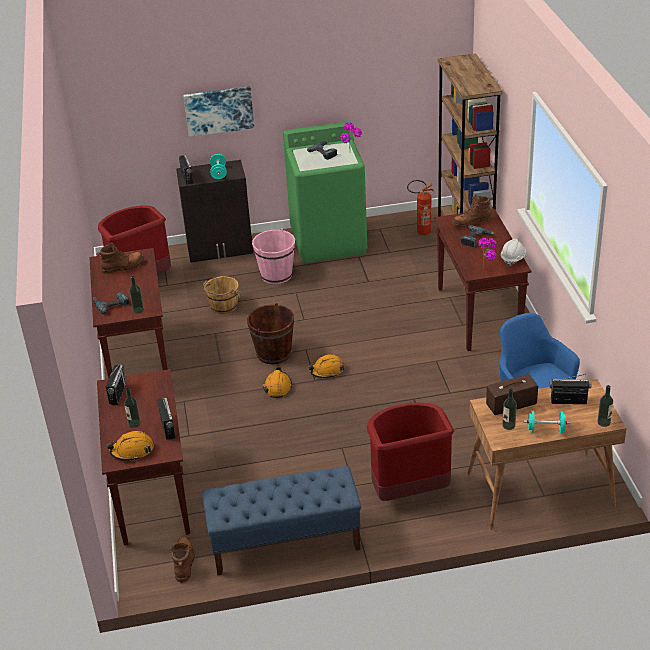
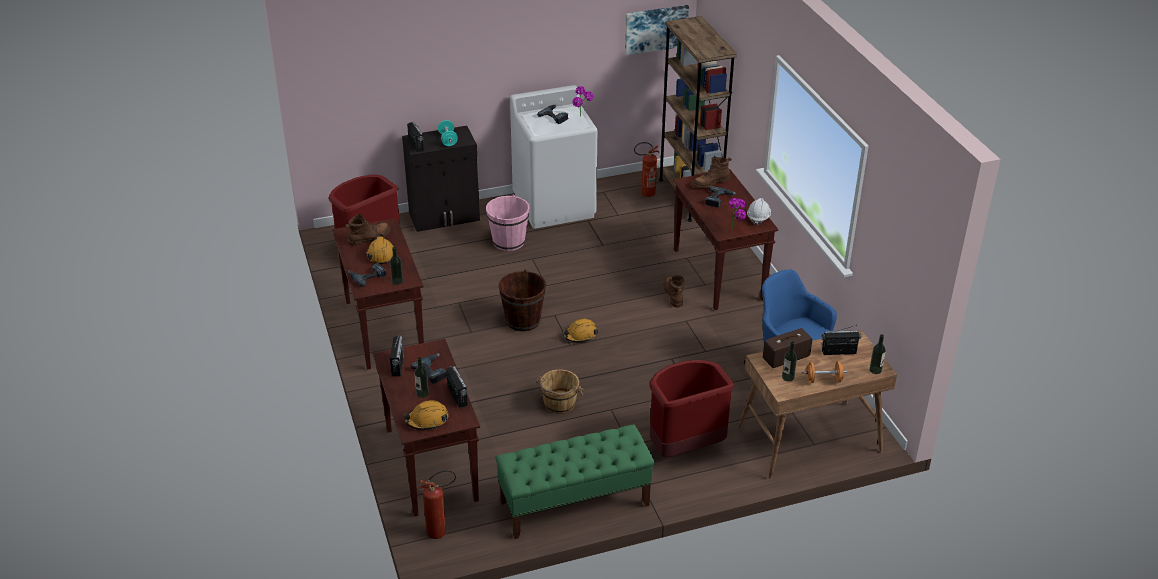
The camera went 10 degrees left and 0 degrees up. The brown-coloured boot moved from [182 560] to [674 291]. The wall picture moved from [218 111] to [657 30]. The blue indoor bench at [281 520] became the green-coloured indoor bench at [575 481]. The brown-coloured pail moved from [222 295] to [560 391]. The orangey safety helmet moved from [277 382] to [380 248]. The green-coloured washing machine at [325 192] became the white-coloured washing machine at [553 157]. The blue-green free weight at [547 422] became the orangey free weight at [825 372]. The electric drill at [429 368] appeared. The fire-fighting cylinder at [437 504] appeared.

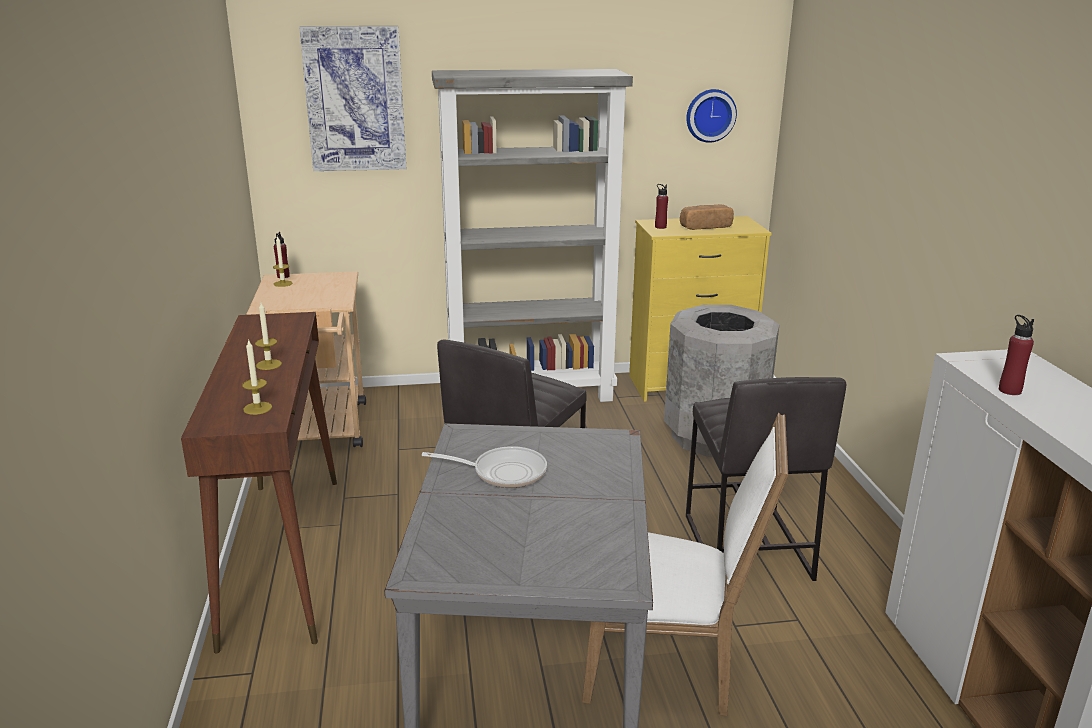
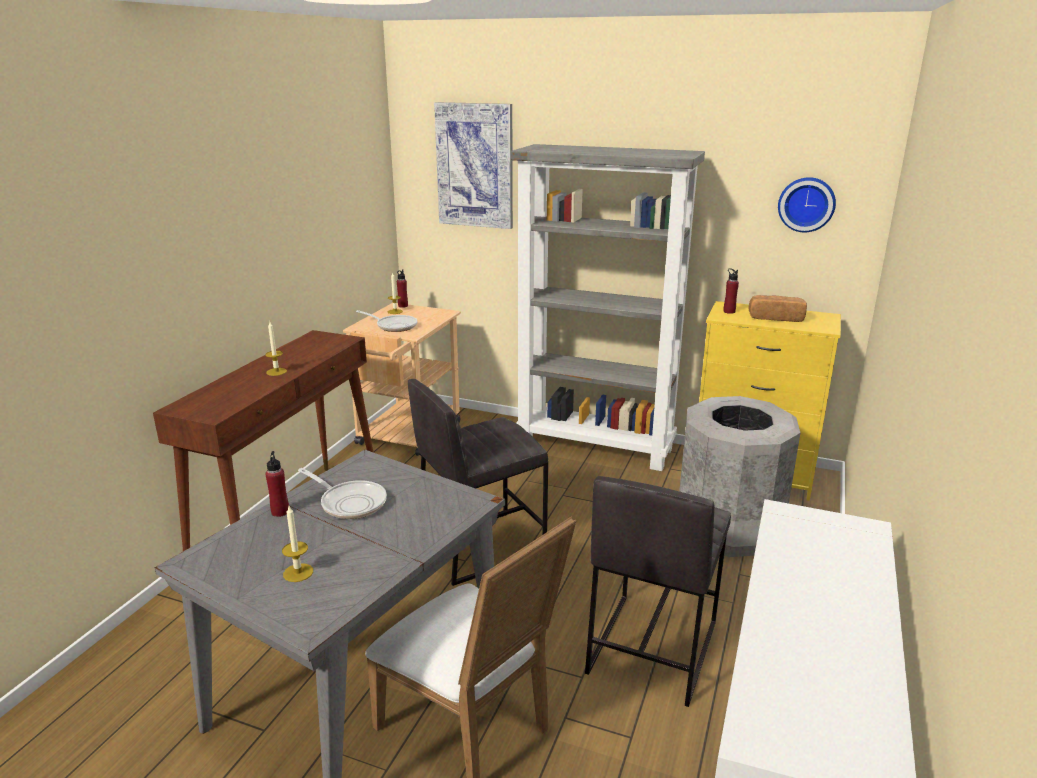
The camera went 30 degrees right and 0 degrees up. The wax candle moved from [257 377] to [297 544]. The red bottle moved from [1016 355] to [277 484]. The pan at [387 321] appeared.

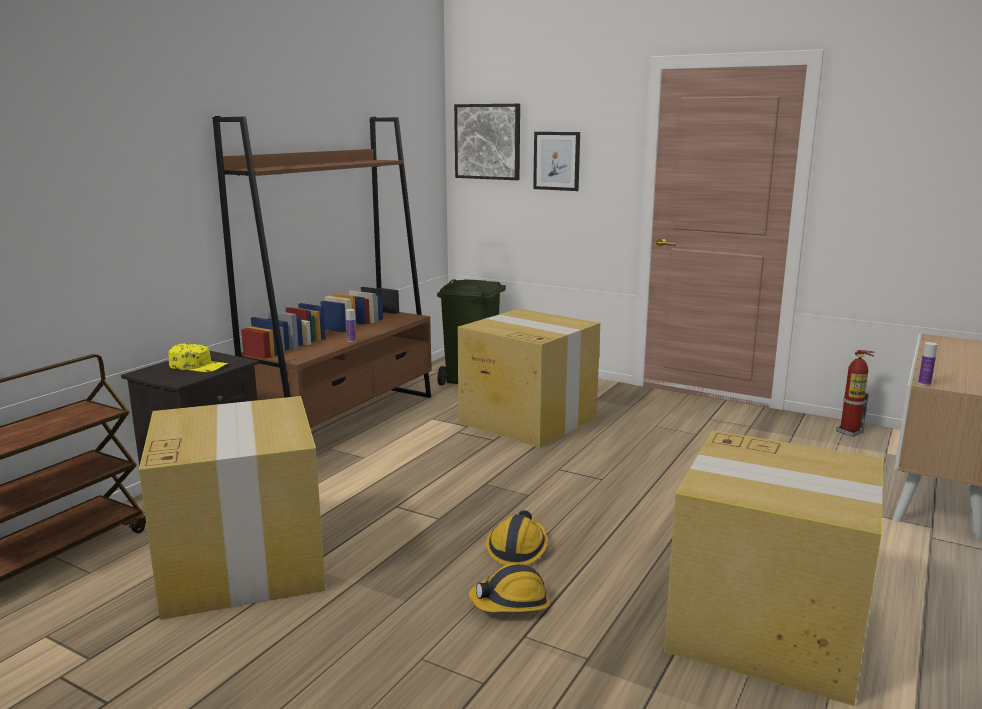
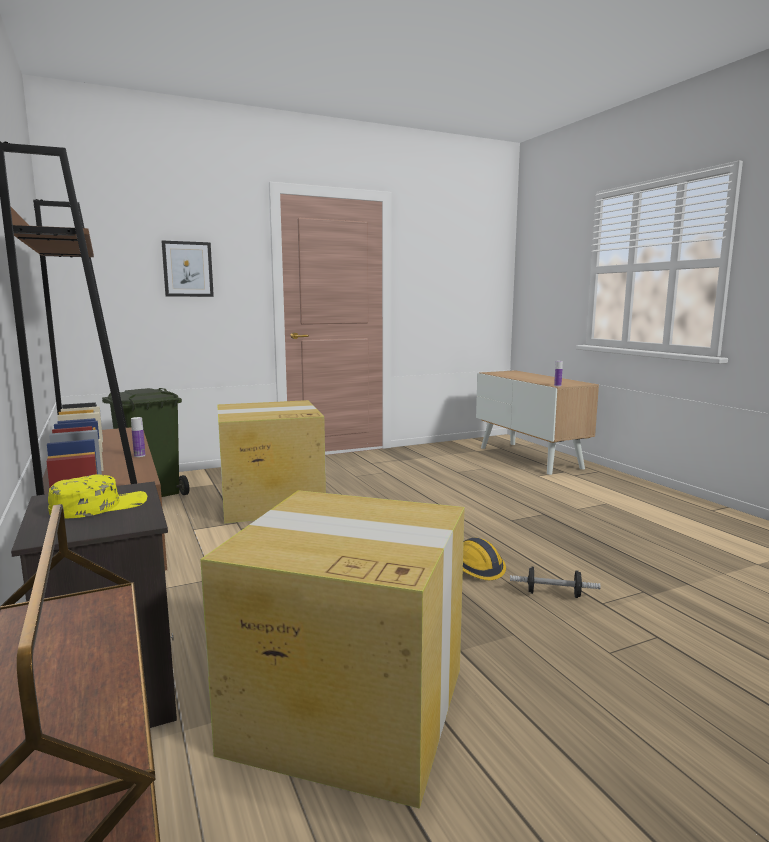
The camera went 55 degrees left and 5 degrees down. The wall picture at [487 142] disappeared. The safety helmet at [509 587] was replaced by the free weight at [555 582]. The packing box at [773 568] disappeared. The fire-fighting cylinder at [855 393] disappeared.

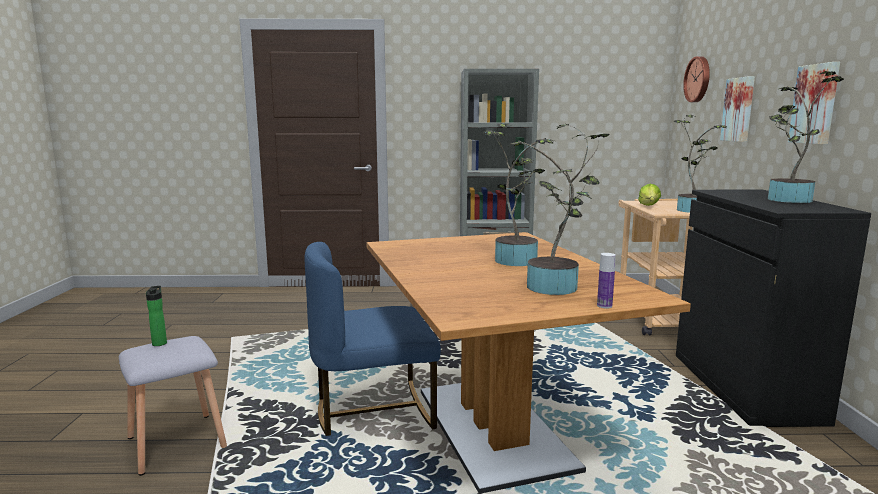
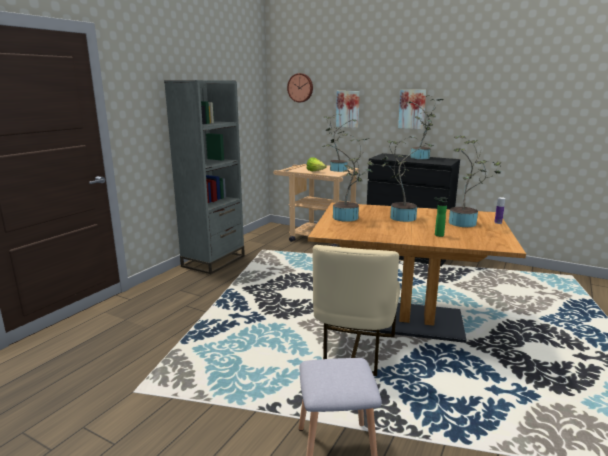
The camera went 60 degrees left and 5 degrees up. The bottle moved from [156 316] to [441 217]. The blue chair at [373 339] became the beige-coloured chair at [356 310]. The houseplant at [348 177] appeared.

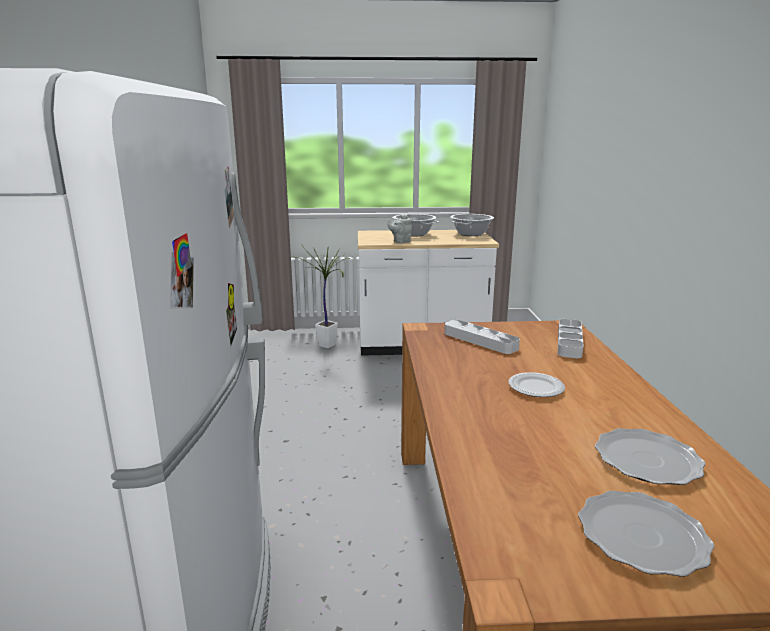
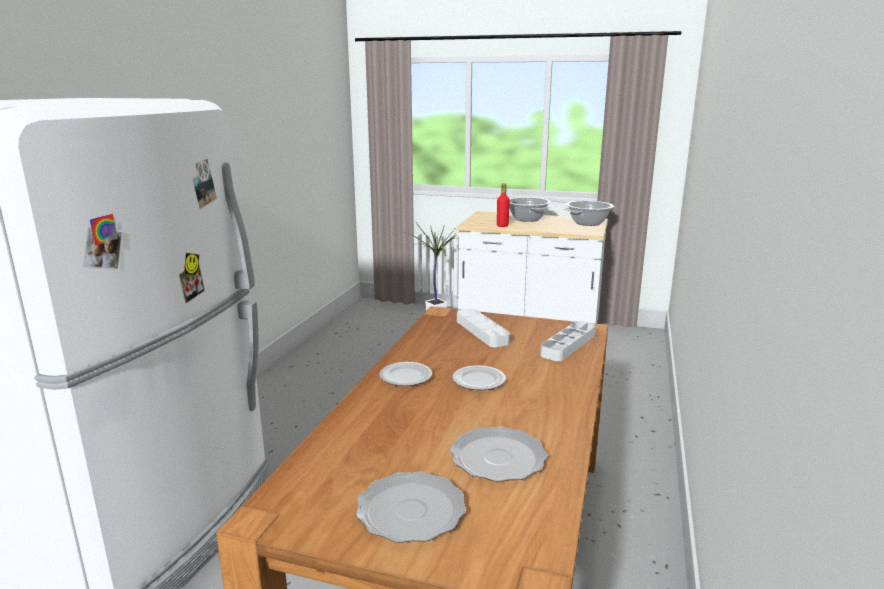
The camera went 20 degrees right and 0 degrees up. The grey pot for tea at [400 228] was replaced by the red bottle at [503 205]. The plate at [406 374] appeared.

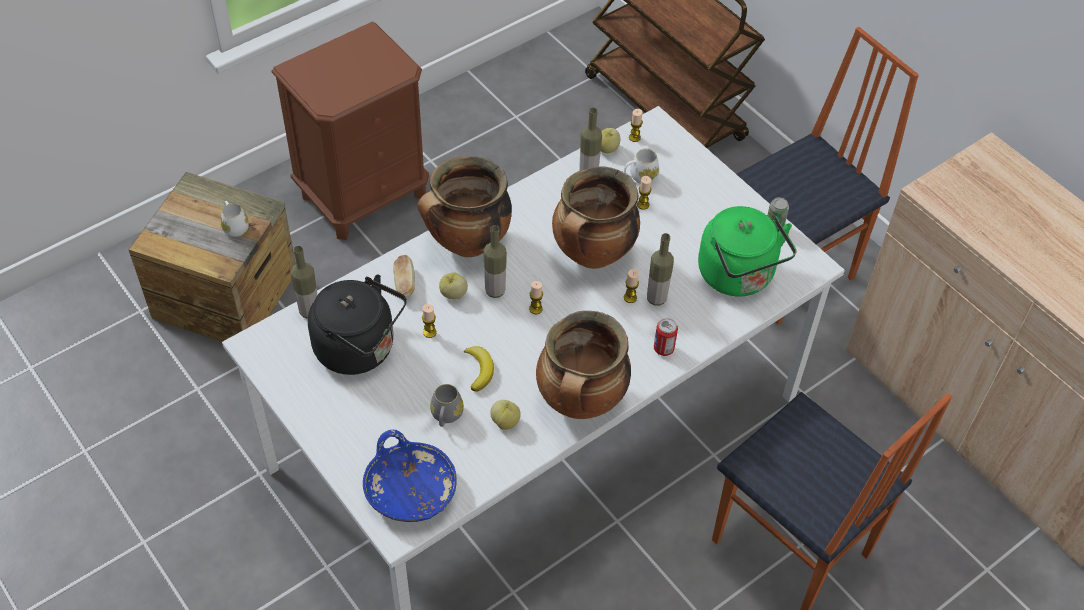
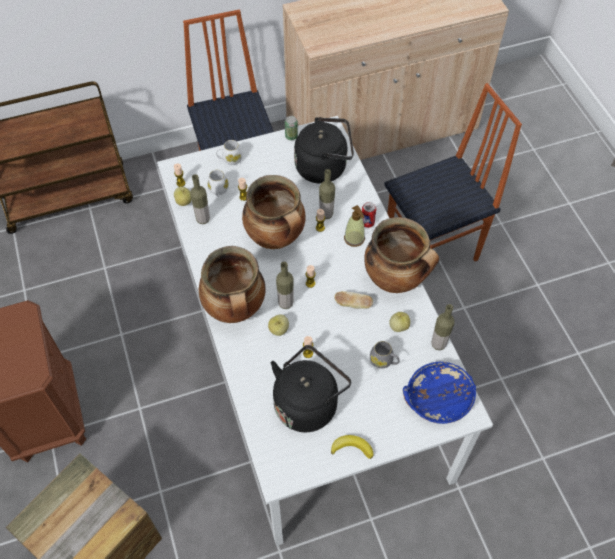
The camera went 70 degrees left and 5 degrees up. The white-coloured tea mug moved from [235 219] to [229 152]. The bottle moved from [304 282] to [442 327]. The baked bread moved from [404 276] to [353 300]. The whole banana moved from [479 369] to [352 447]. The green-coloured tea kettle at [747 251] became the blackish tea kettle at [324 150]. The soap dispenser at [354 226] appeared.

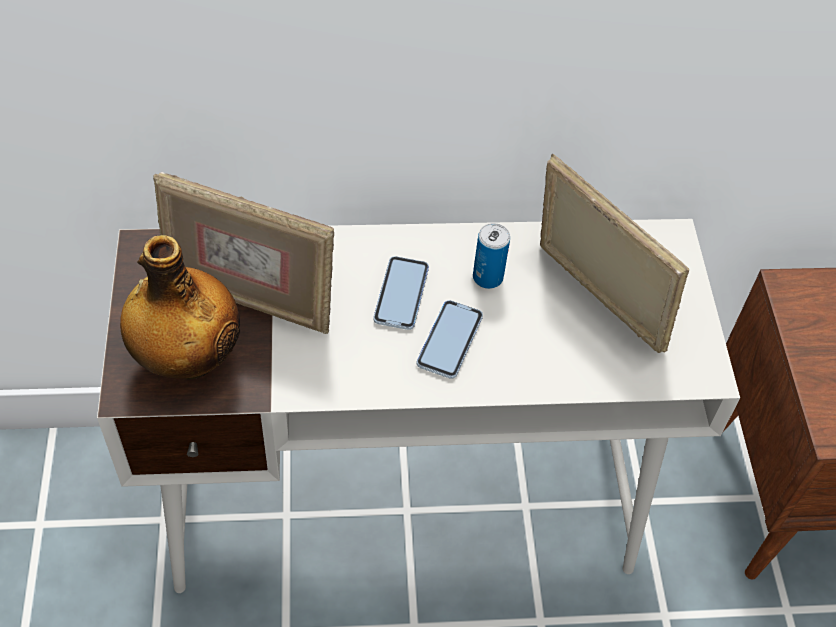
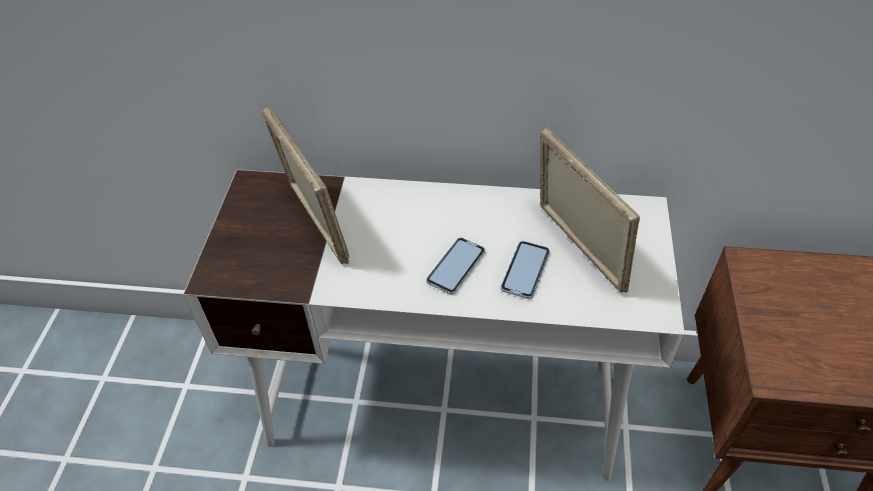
The camera went 15 degrees right and 5 degrees down. The bottle at [180 307] disappeared. The standing frame at [243 252] turned 150 degrees counterclockwise. The handset moved from [401 293] to [525 270]. The sealed can at [491 256] disappeared.

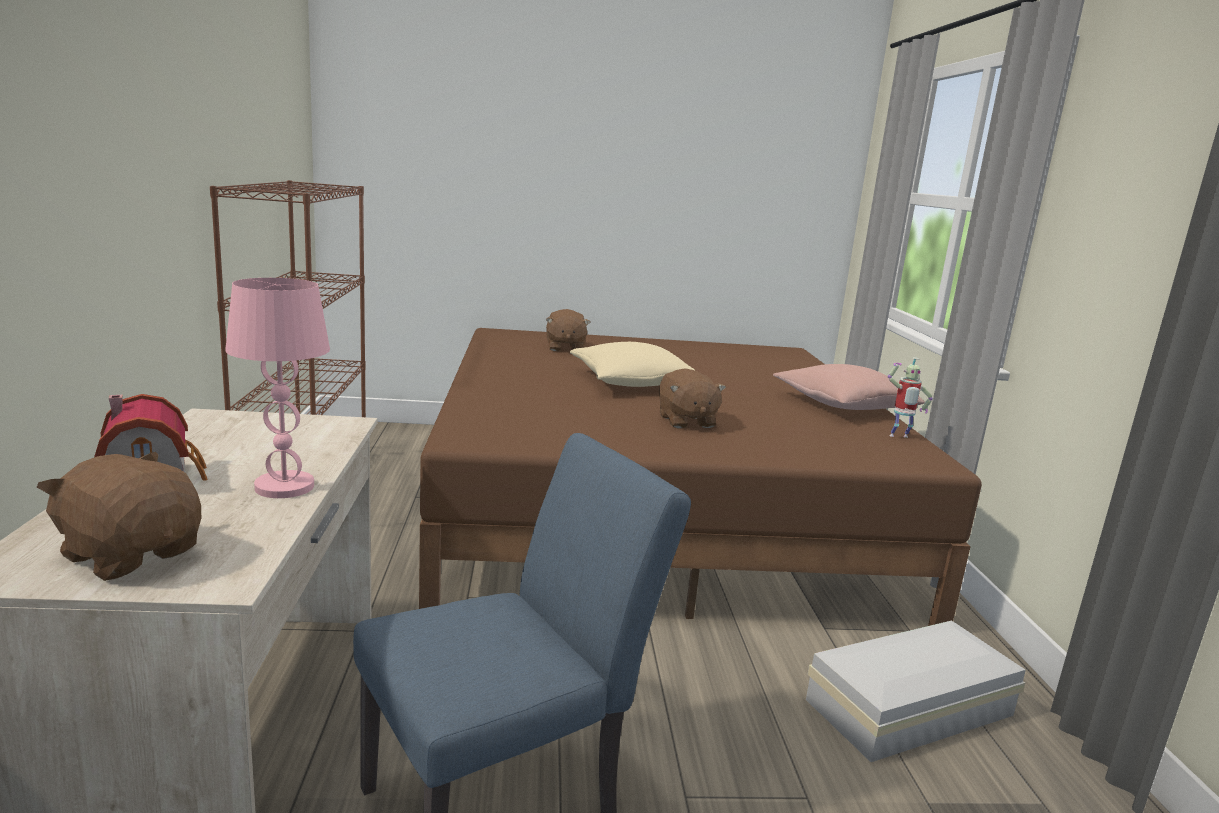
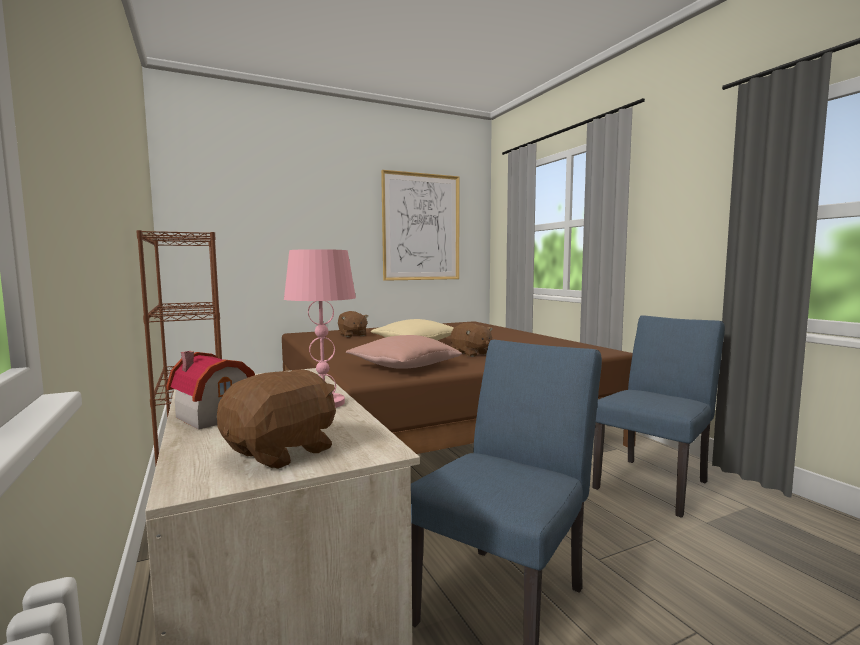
The camera went 20 degrees left and 10 degrees down. The brown-coloured soft toy at [119 516] turned 120 degrees clockwise. The pink-coloured pillow moved from [849 387] to [404 352]. The white-coloured storage container at [916 691] was replaced by the blue chair at [658 416]. The toy robot at [910 397] disappeared. The wall picture at [420 225] appeared.

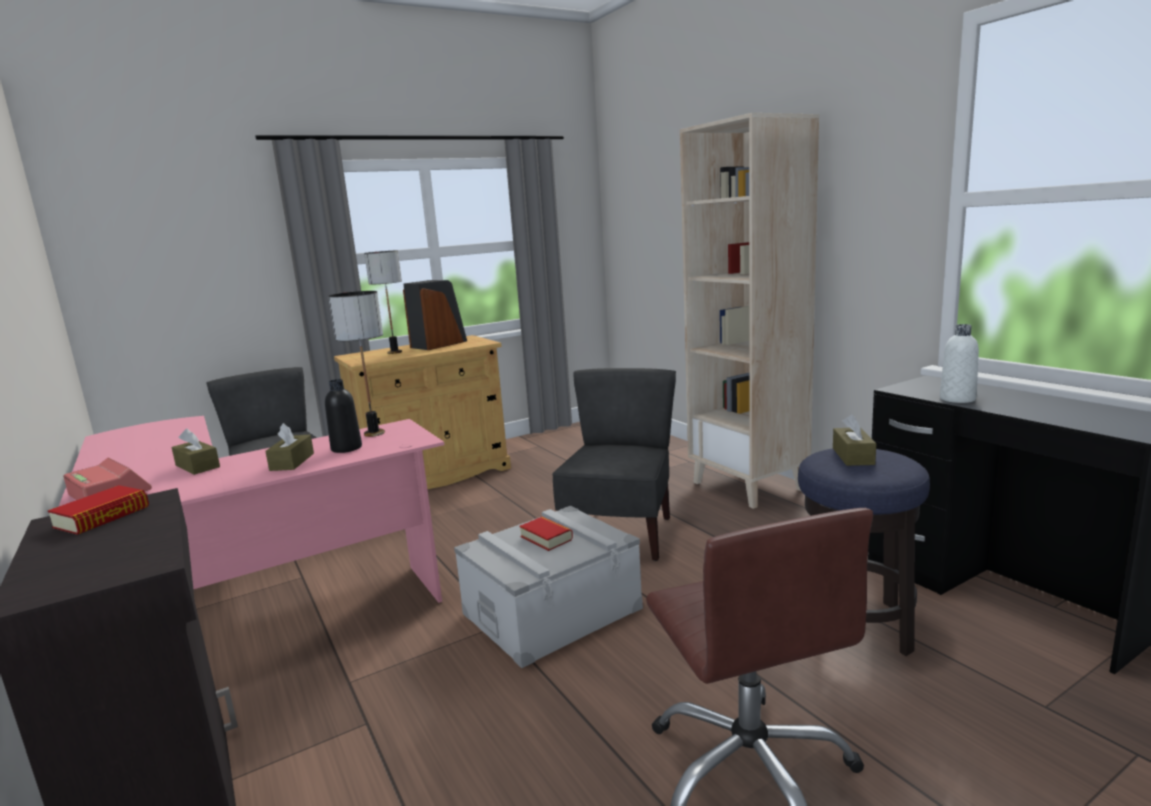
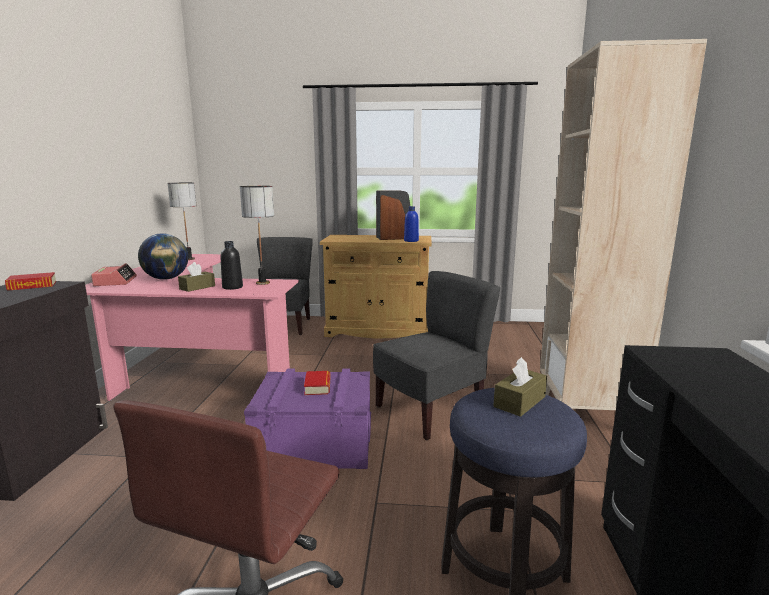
The camera went 35 degrees right and 0 degrees up. The brown-coloured box of tissues at [195 452] was replaced by the desk globe at [163 256]. The table lamp moved from [383 302] to [182 221]. The grey storage container at [548 587] became the purplish storage container at [307 419]. The white-coloured bottle at [959 363] disappeared. The blue bottle at [411 224] appeared.

